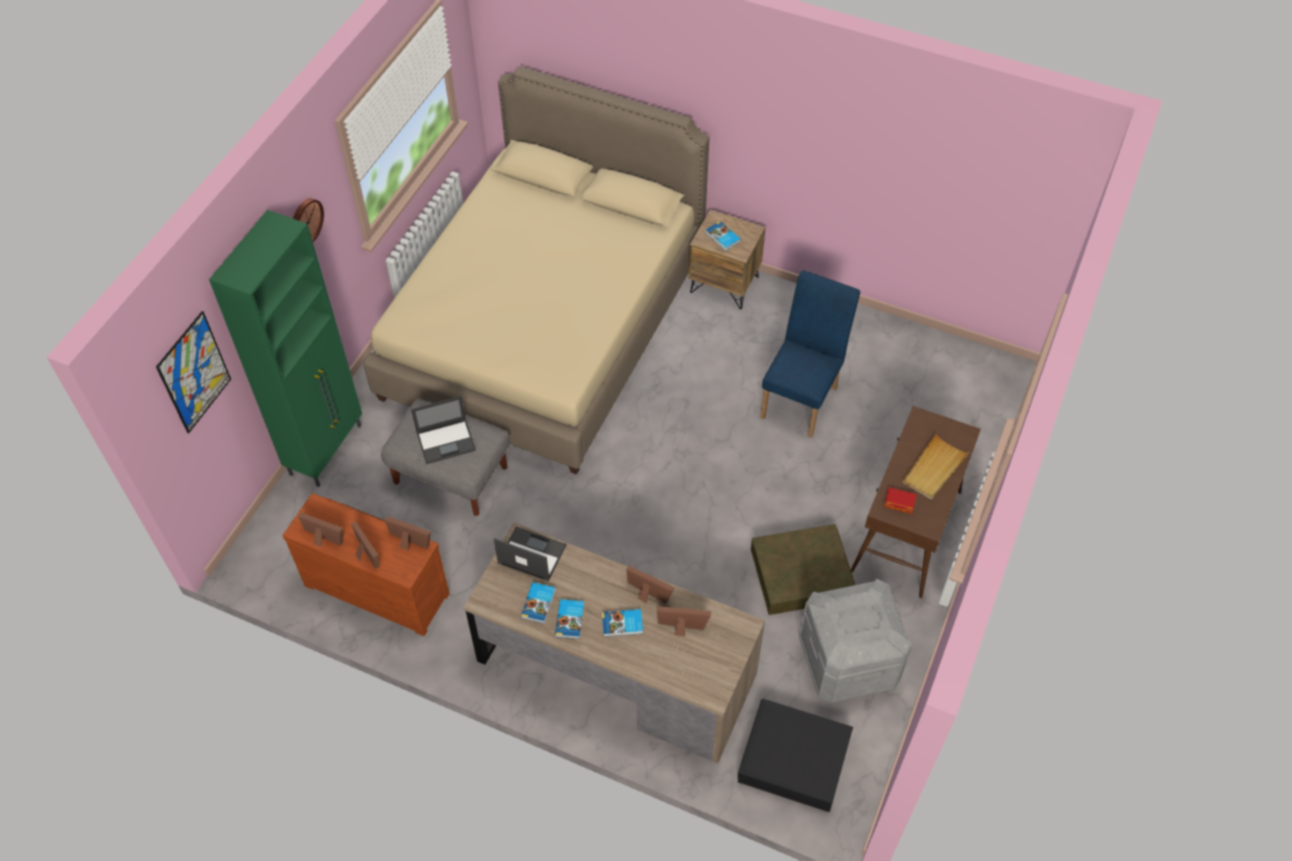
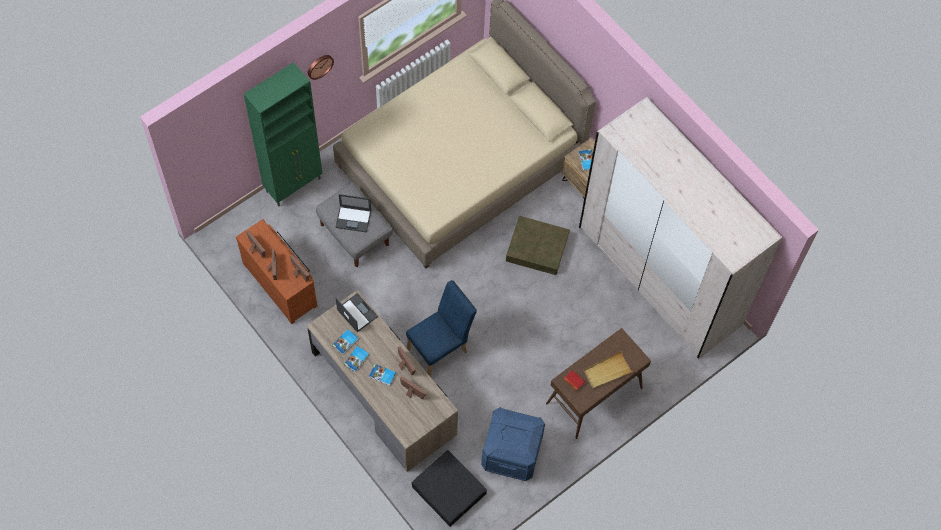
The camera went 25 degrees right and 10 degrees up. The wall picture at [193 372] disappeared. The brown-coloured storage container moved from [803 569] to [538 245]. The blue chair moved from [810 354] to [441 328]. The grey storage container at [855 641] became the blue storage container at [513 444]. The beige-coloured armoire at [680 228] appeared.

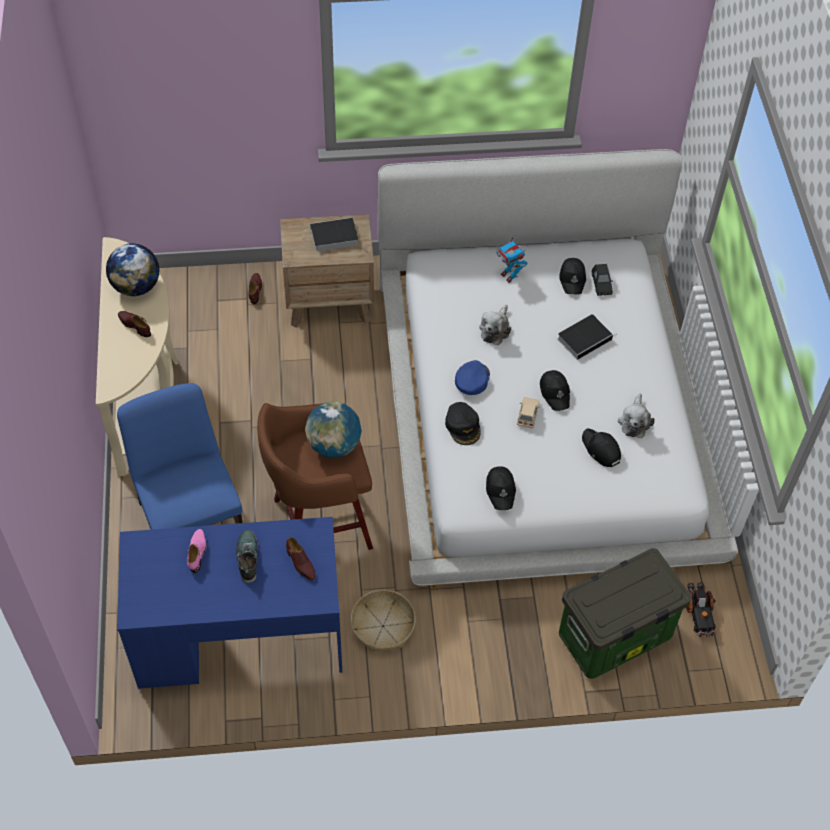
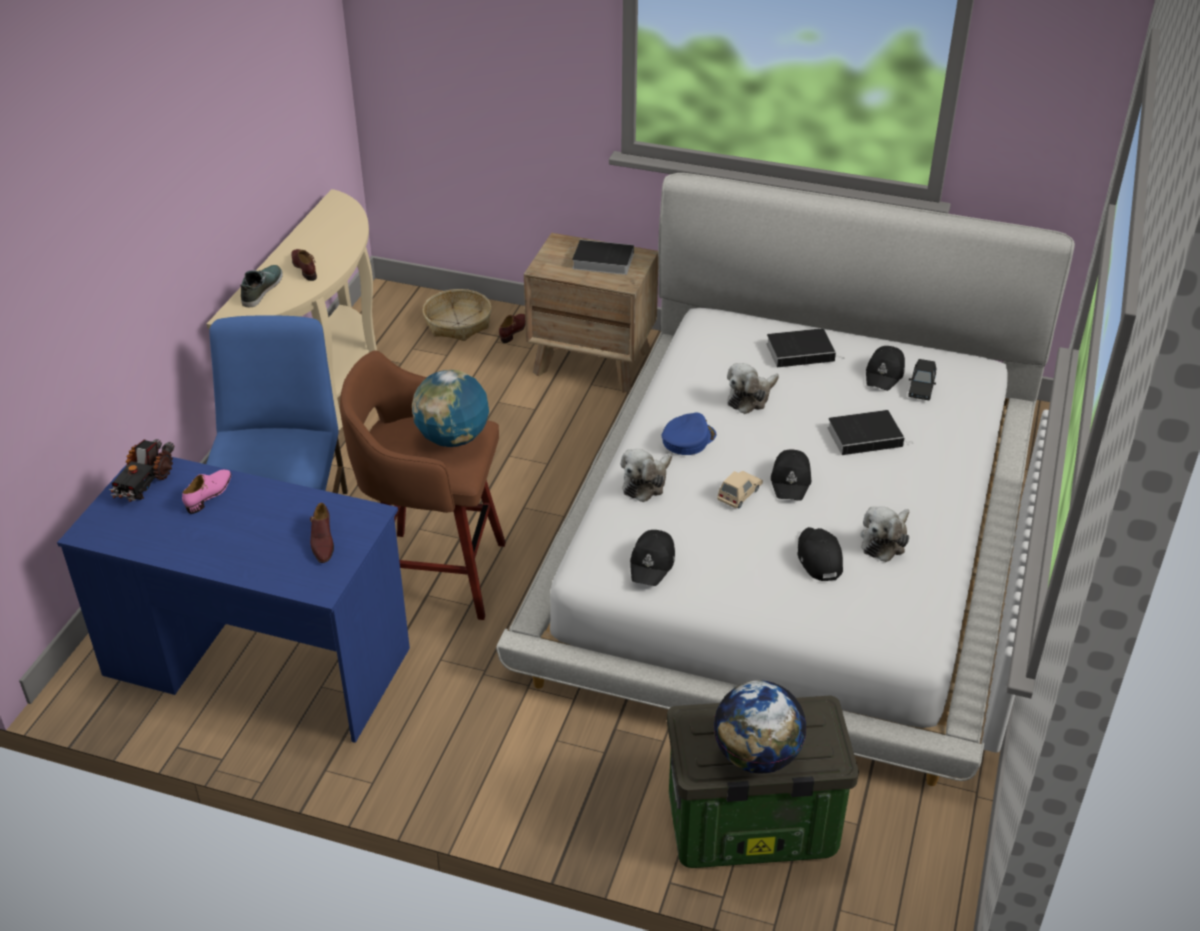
The camera went 25 degrees right and 15 degrees down. The desk globe moved from [132 269] to [760 726]. The item of footwear moved from [246 556] to [261 286]. The household basket moved from [383 620] to [457 315]. The blackish peaked cap at [463 423] was replaced by the soft toy at [646 475]. The toy robot at [512 258] was replaced by the bound book at [805 348]. The model truck moved from [701 609] to [141 470].

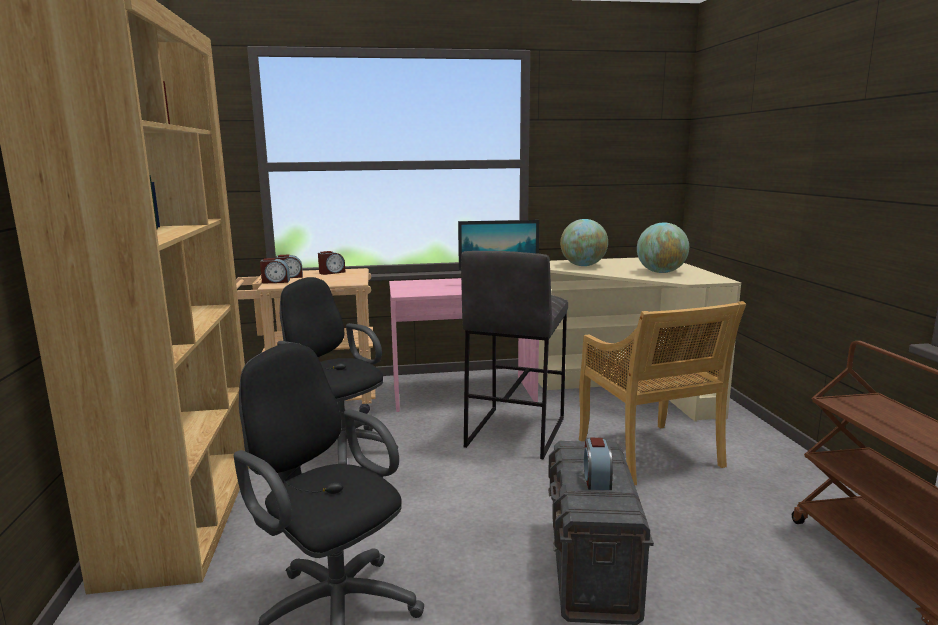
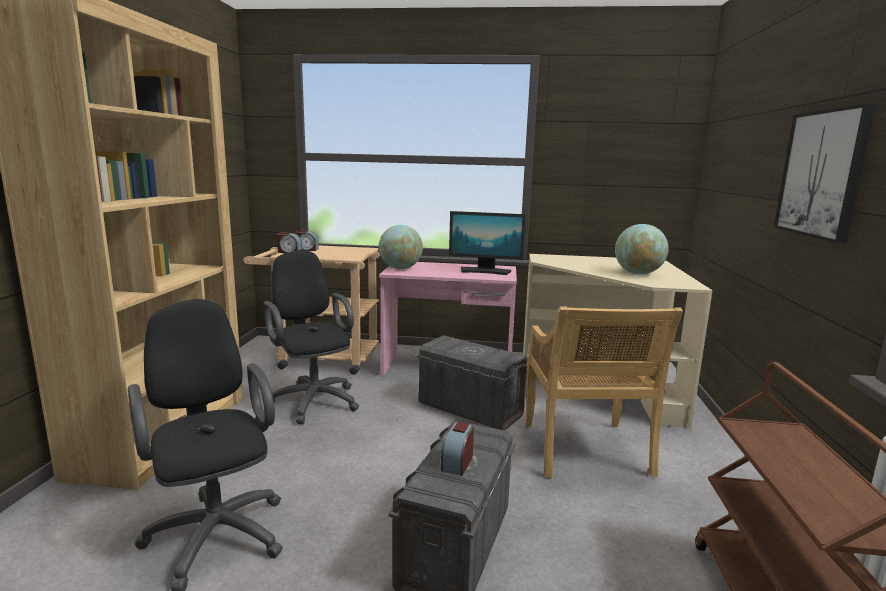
The camera went 15 degrees right and 0 degrees up. The alarm clock at [331 263] disappeared. The grey stool at [514 355] was replaced by the grey storage container at [472 383]. The desk globe moved from [584 242] to [401 247]. The wall picture at [825 173] appeared.

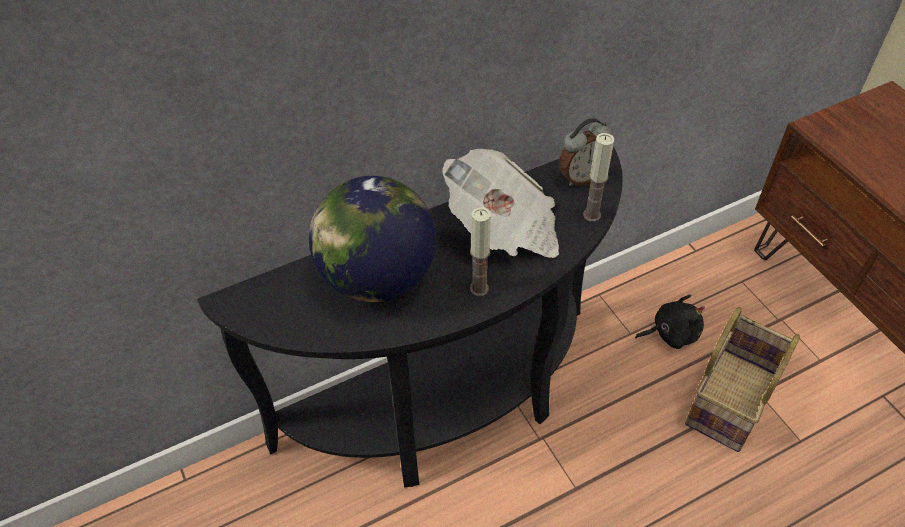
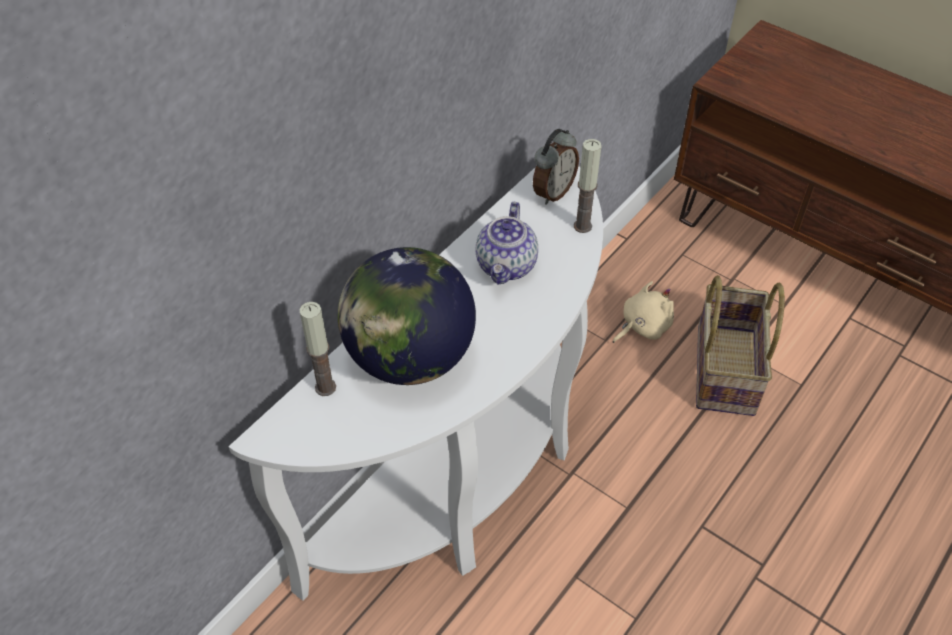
The camera went 25 degrees left and 0 degrees up. The blackish narrow table at [410 316] became the white-coloured narrow table at [415 383]. The printed paper at [500 203] was replaced by the pot for tea at [507 243]. The wax candle moved from [480 251] to [318 349]. The blackish soft toy at [670 321] became the beige-coloured soft toy at [643 312].

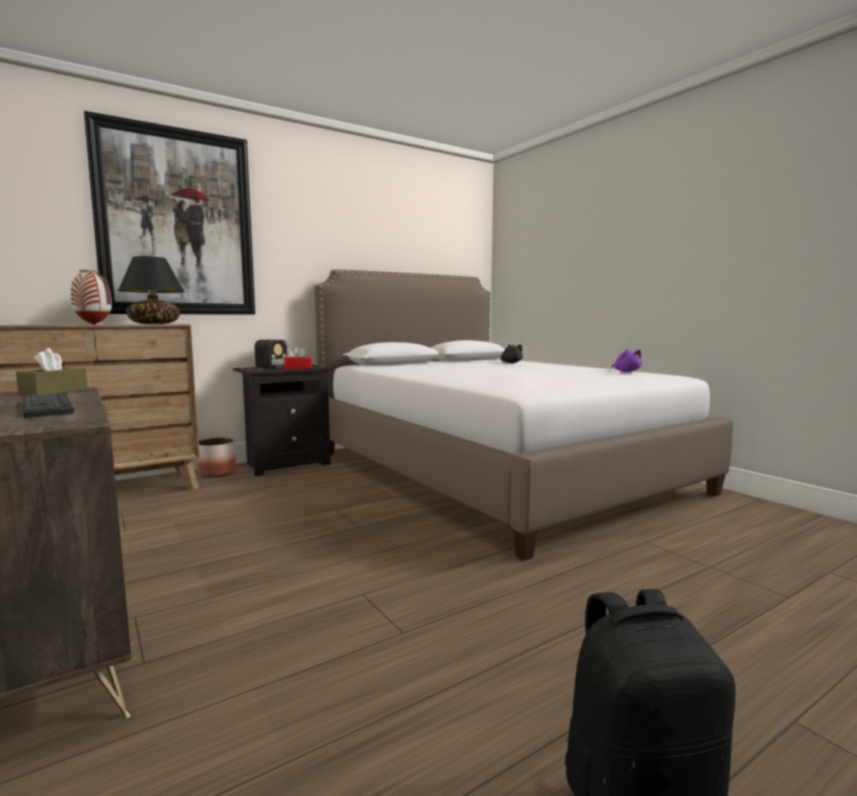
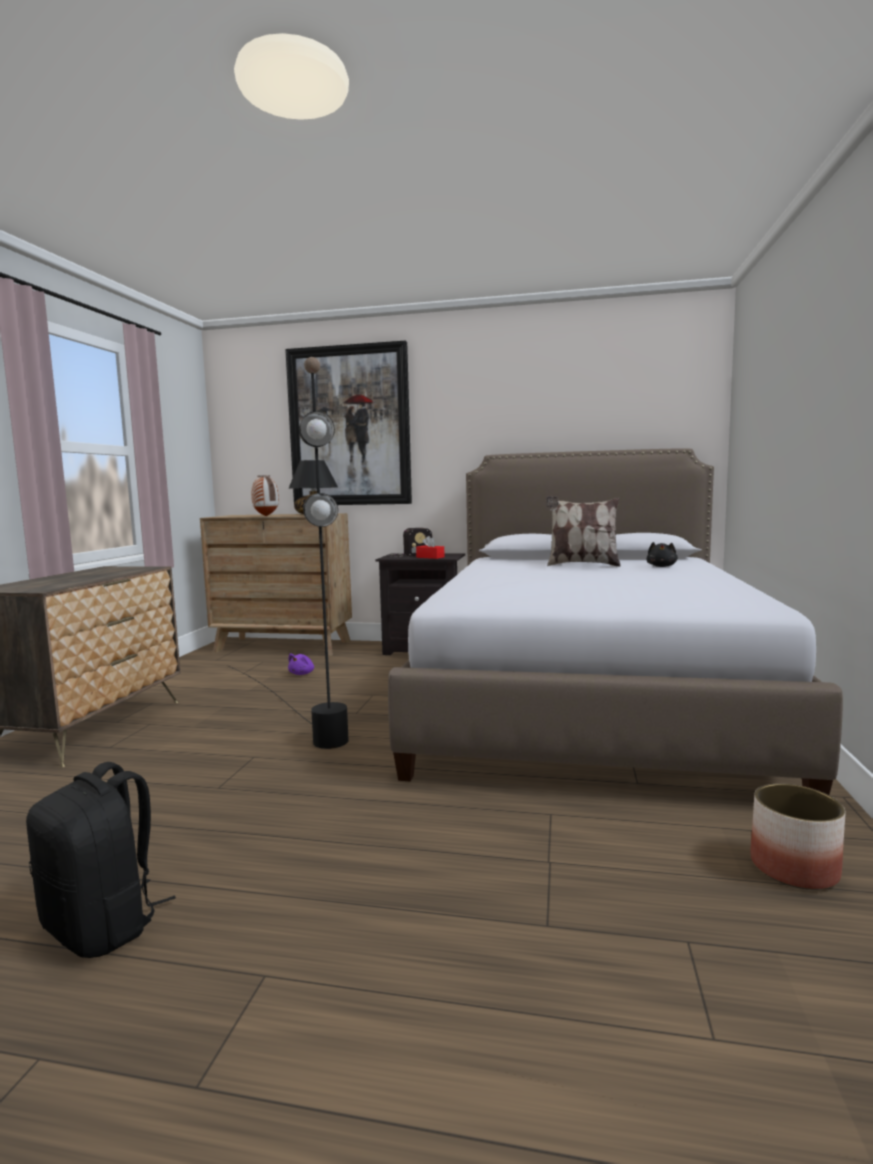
The camera went 45 degrees right and 0 degrees up. The brown-coloured box of tissues at [52 372] disappeared. The keyboard at [49 405] disappeared. The flower pot moved from [216 457] to [797 836]. The purplish soft toy moved from [626 361] to [301 664]. The blackish floor lamp at [288 553] appeared. The pillow at [583 531] appeared.

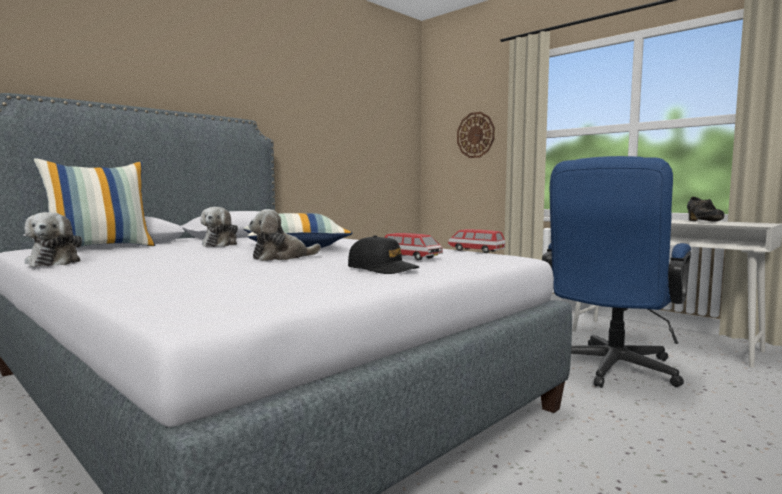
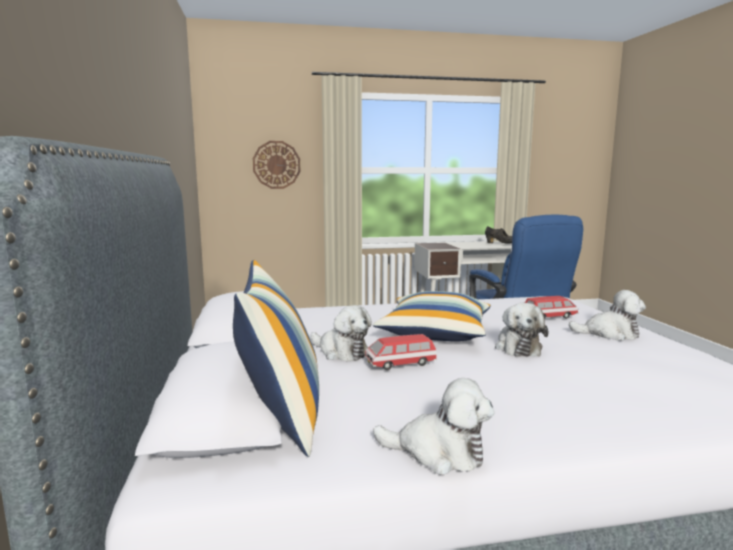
The camera went 55 degrees left and 5 degrees up. The blackish peaked cap at [383 254] was replaced by the soft toy at [607 315]. The model car moved from [476 241] to [400 352].

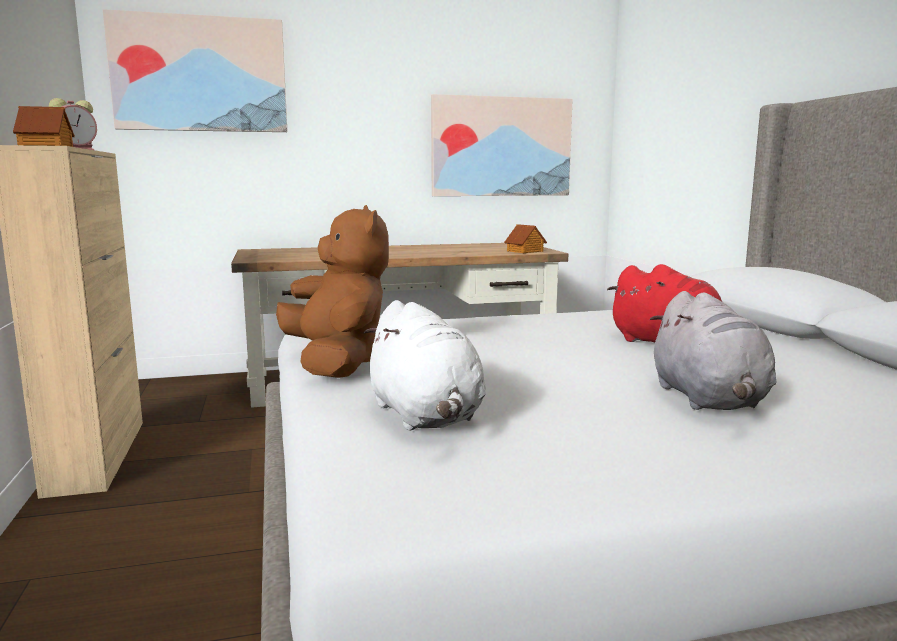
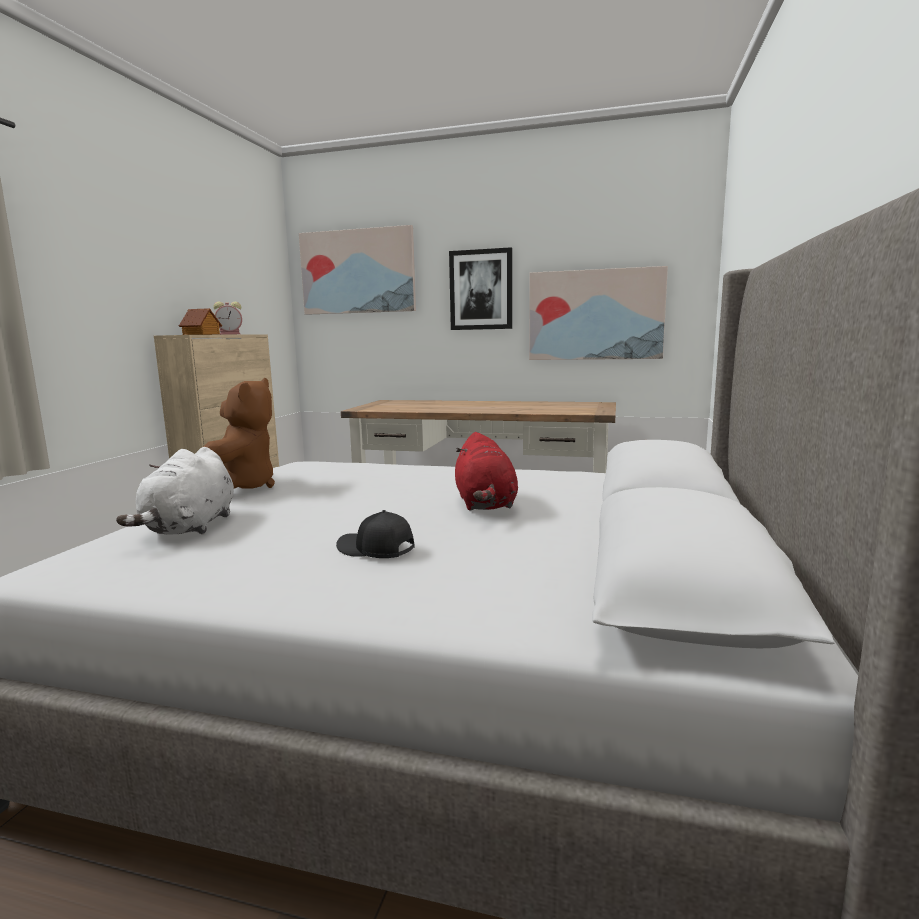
The camera went 30 degrees right and 0 degrees up. The miniature house at [525 238] disappeared. The grey soft toy at [713 350] was replaced by the blackish peaked cap at [375 534]. The wall picture at [480 288] appeared.

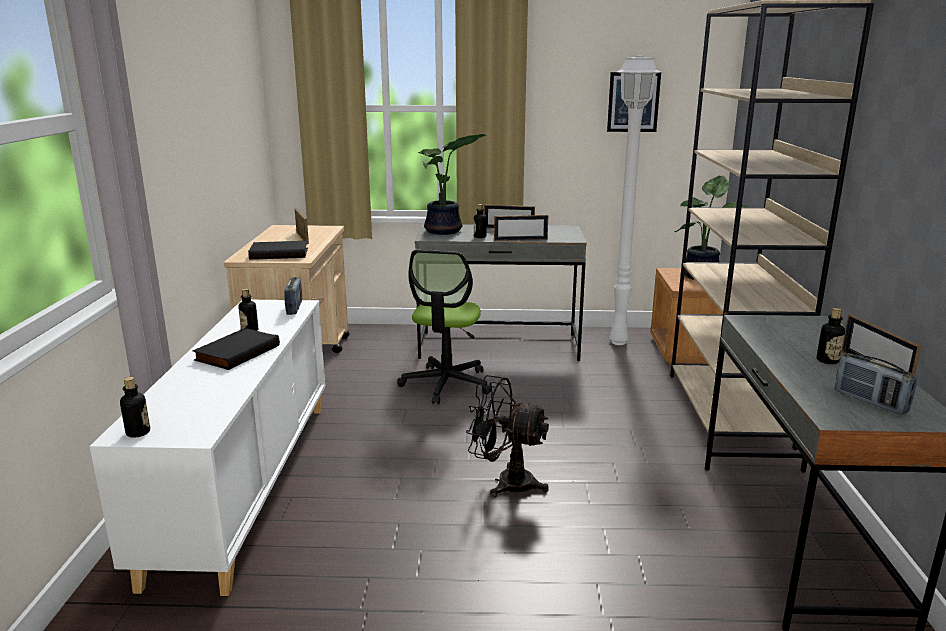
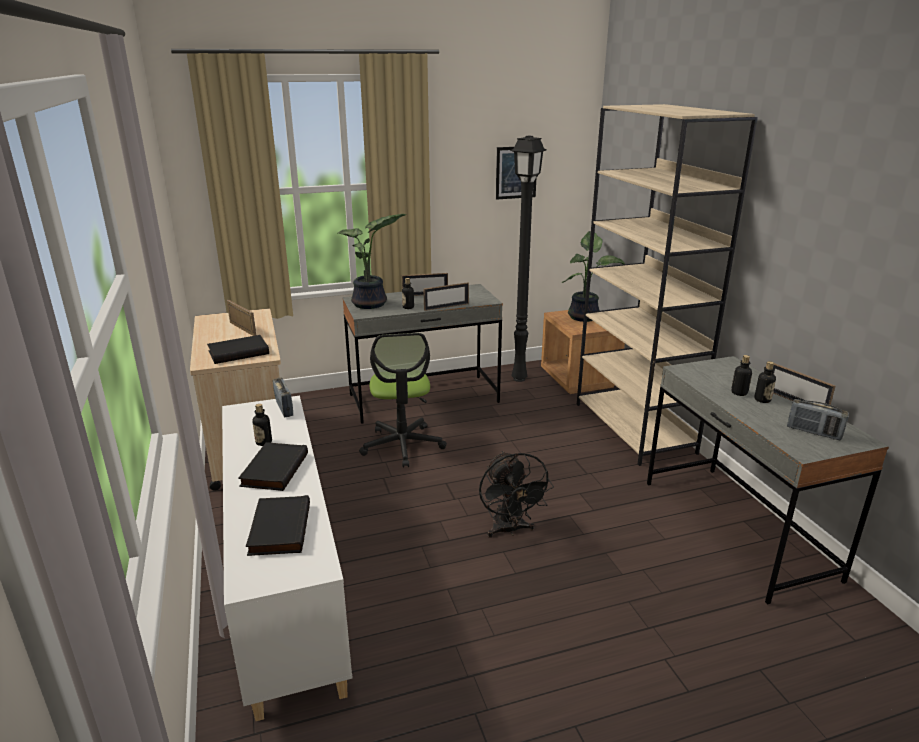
The camera went 20 degrees left and 5 degrees up. The bottle moved from [135 407] to [741 375]. The blackish cooling fan at [507 436] turned 105 degrees counterclockwise. The white-coloured floor lamp at [634 200] became the blackish floor lamp at [528 258]. The blackish bound book at [278 525] appeared.

